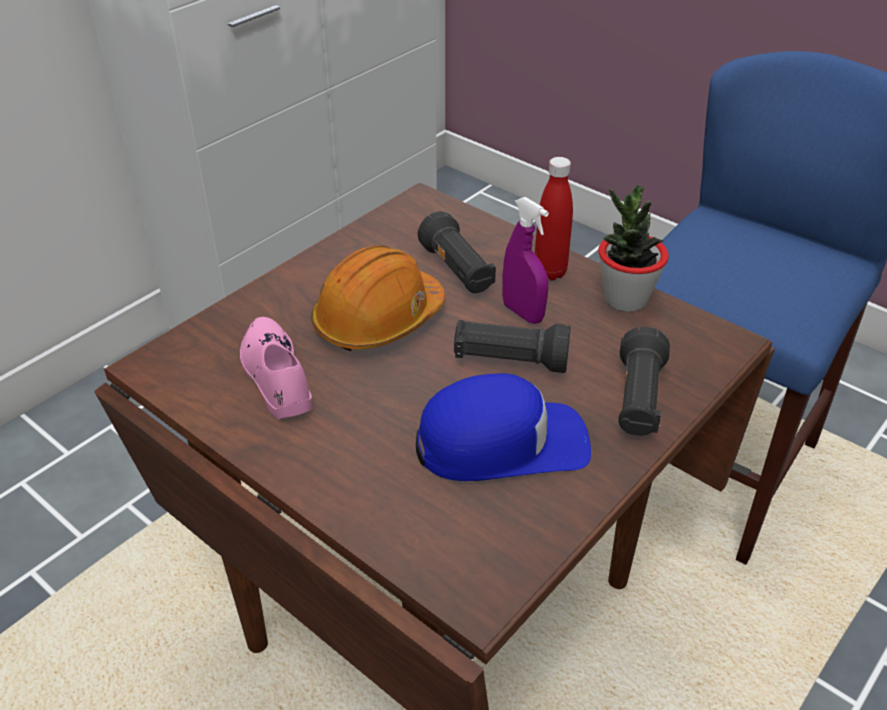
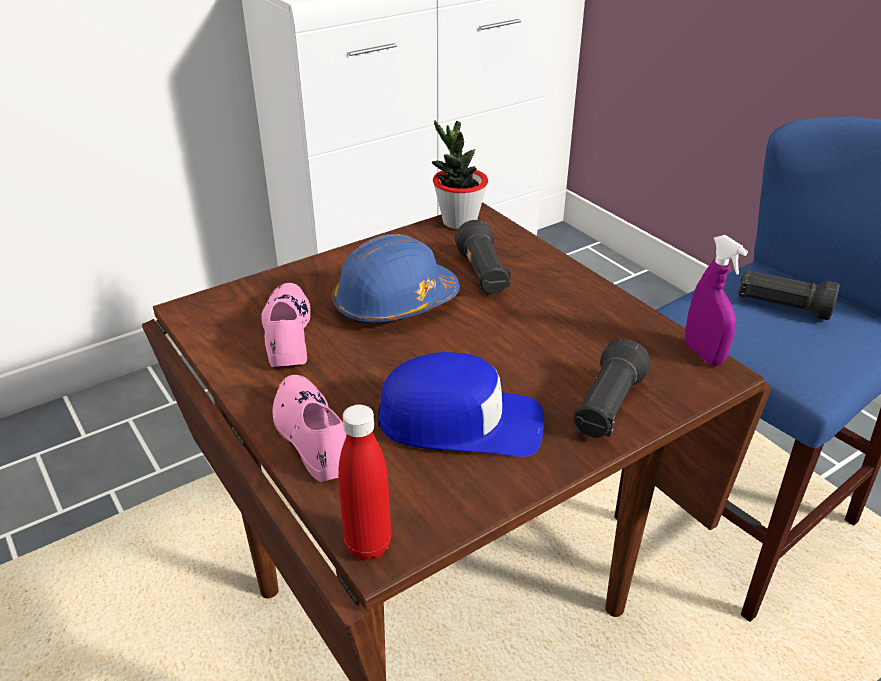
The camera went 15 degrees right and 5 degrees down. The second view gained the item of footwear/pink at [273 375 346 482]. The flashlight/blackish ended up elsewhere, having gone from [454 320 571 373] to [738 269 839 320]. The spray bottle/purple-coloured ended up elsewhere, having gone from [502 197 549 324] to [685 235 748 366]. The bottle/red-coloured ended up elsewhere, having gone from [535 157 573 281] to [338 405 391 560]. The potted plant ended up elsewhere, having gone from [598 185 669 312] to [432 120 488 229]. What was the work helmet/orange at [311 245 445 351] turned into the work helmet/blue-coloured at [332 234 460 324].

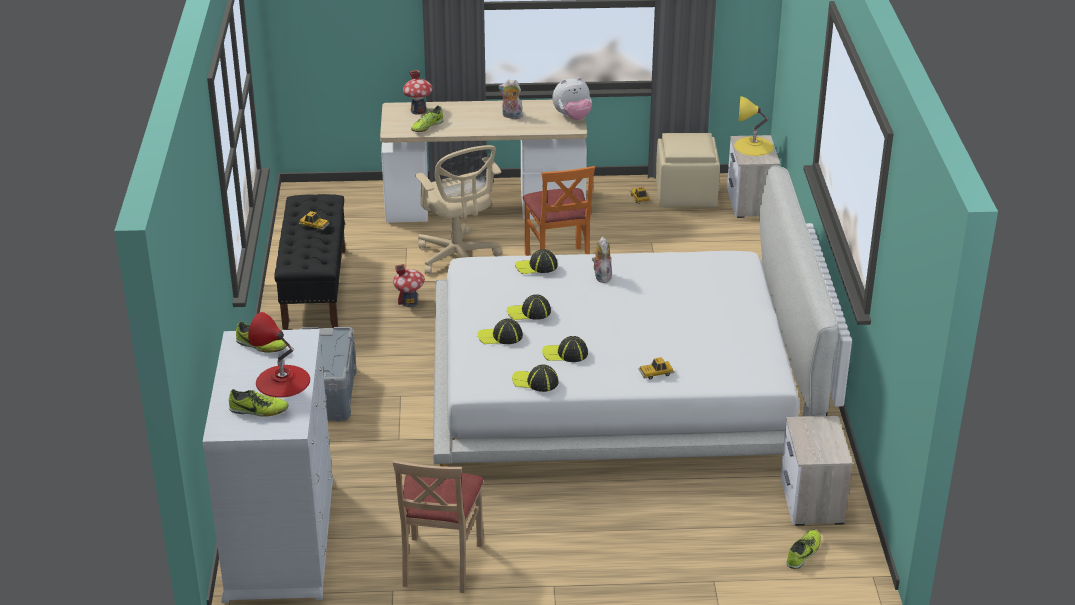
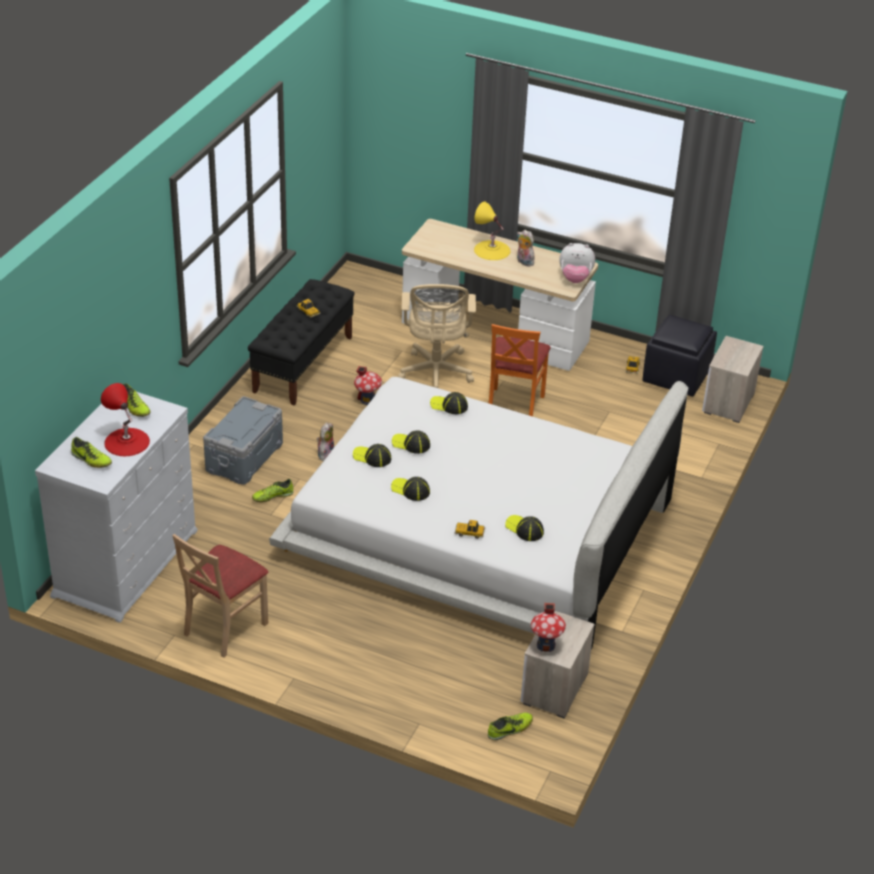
The camera went 25 degrees right and 5 degrees up. The miniature house ended up elsewhere, having gone from [403 70 433 115] to [531 603 566 652]. The item of footwear ended up elsewhere, having gone from [411 106 444 132] to [252 479 294 502]. The baseball cap ended up elsewhere, having gone from [512 365 558 392] to [505 515 544 541]. The soft toy ended up elsewhere, having gone from [592 237 612 283] to [317 423 334 461]. The table lamp/yellow-coloured ended up elsewhere, having gone from [734 96 774 156] to [474 201 510 260]. What was the ottoman/beige at [656 133 720 208] turned into the ottoman/blackish at [642 314 717 396].

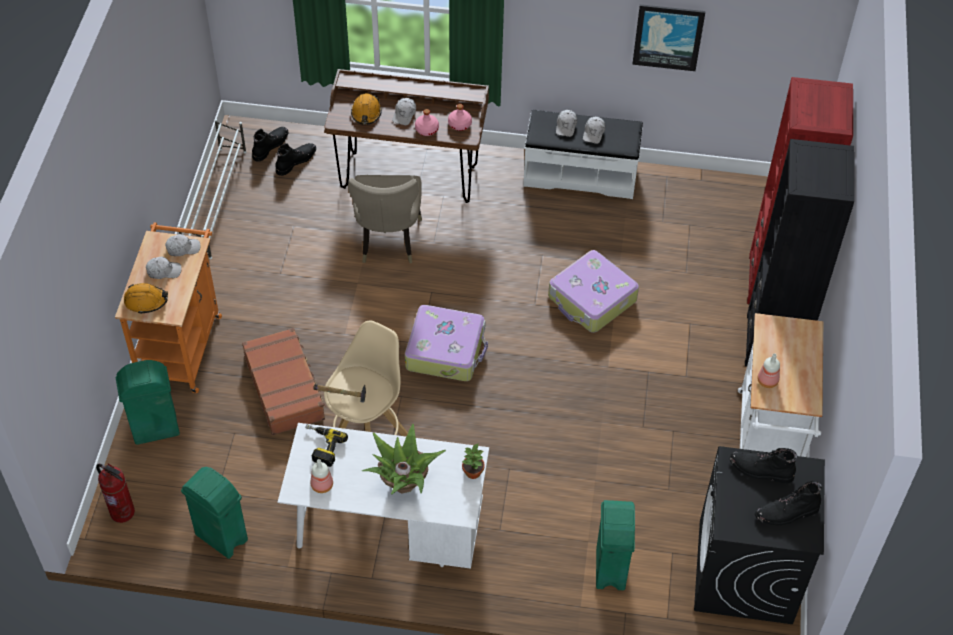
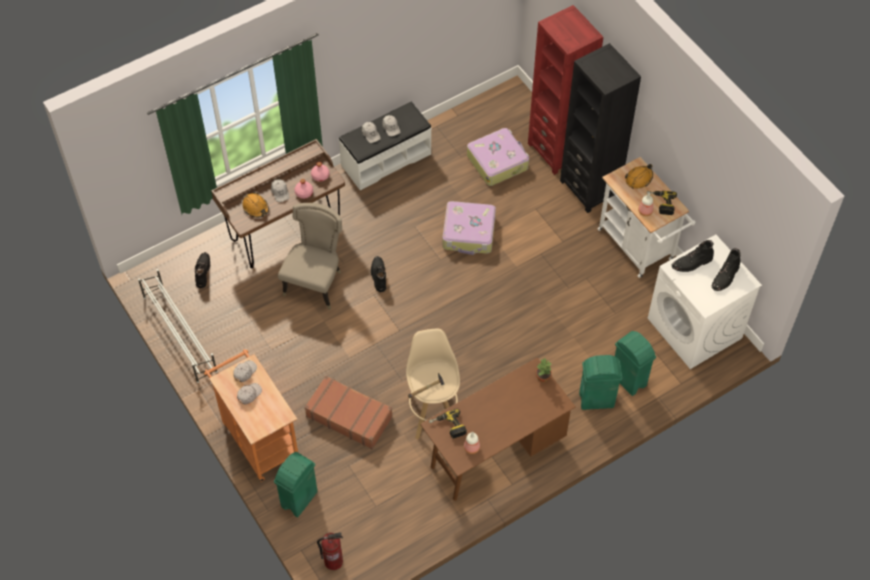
The camera went 40 degrees left and 5 degrees up. The second view lost the potted plant at [362 424 446 494]. The second view lost the wall art at [632 4 705 71]. The second view gained the power drill at [647 191 677 215]. The work helmet/orange ended up elsewhere, having gone from [124 283 168 314] to [625 164 653 189]. The trash can/green ended up elsewhere, having gone from [181 467 248 559] to [579 355 622 410]. The boot/blackish ended up elsewhere, having gone from [252 127 289 162] to [371 256 386 292]. The suitcase ended up elsewhere, having gone from [405 305 488 381] to [467 128 529 186]. What was the desk unit/white-coloured at [278 423 489 569] turned into the desk unit/brown at [420 358 576 501]. What was the washing machine/blackish at [694 446 825 624] turned into the washing machine/white-coloured at [648 235 762 369]. The upright chair/beige at [348 175 422 263] ended up facing another way, 120 degrees counterclockwise from before.

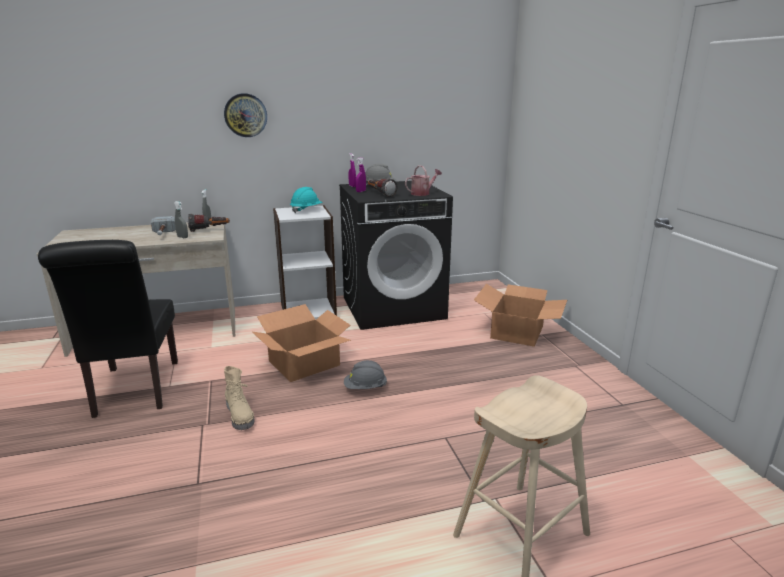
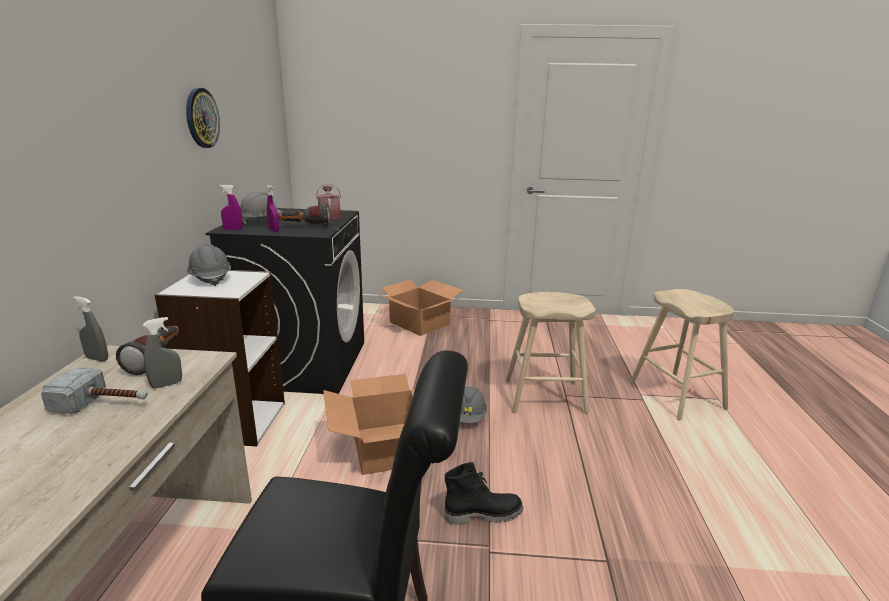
The camera went 70 degrees left and 0 degrees up. The second view gained the stool seat/beige at [505 292 596 414]. The wall clock ended up elsewhere, having gone from [224 93 267 137] to [186 88 220 148]. What was the boot/beige at [224 366 255 430] turned into the boot/blackish at [445 462 523 525]. What was the work helmet/turquoise-coloured at [290 187 323 213] turned into the work helmet/gray at [187 244 231 286].

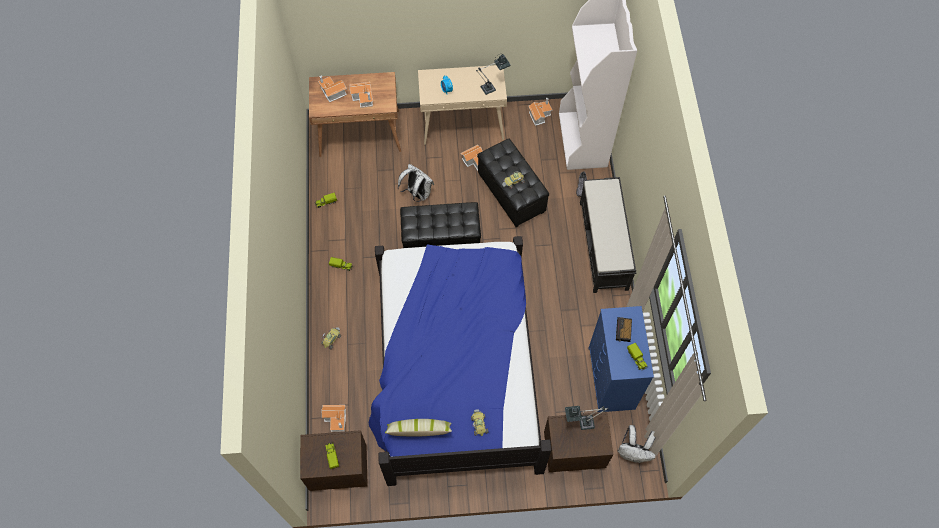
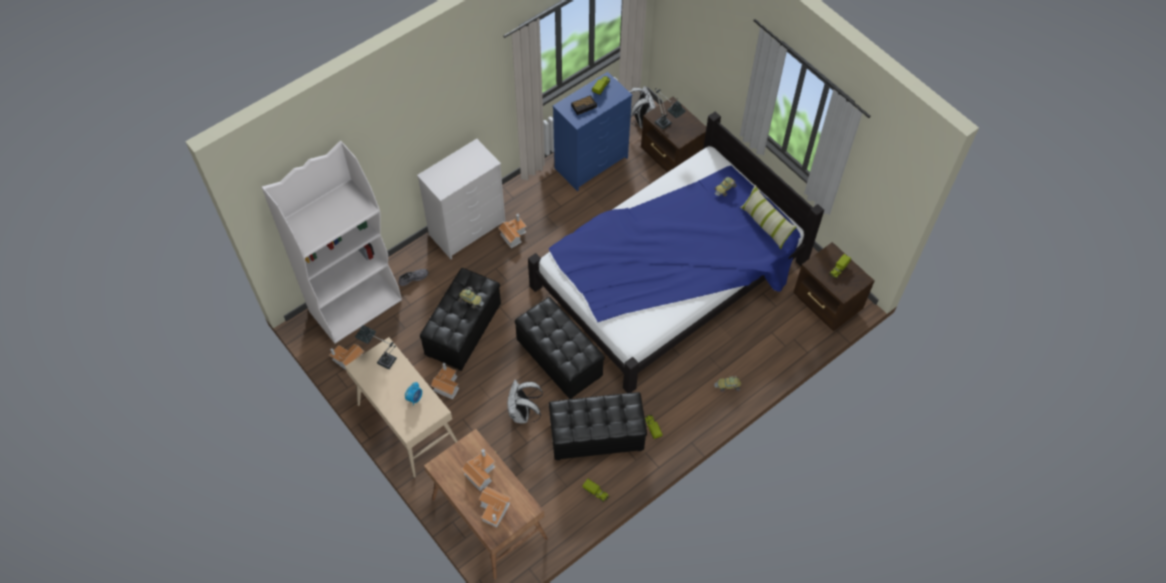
The camera went 125 degrees left and 5 degrees down. The second view gained the ottoman/blackish at [549 392 647 460]. The miniature house ended up elsewhere, having gone from [322 405 346 432] to [498 214 527 248]. Where the long seat/blackish stood at [580 177 636 293], the chest of drawers/white-coloured came to stand at [417 139 506 259].

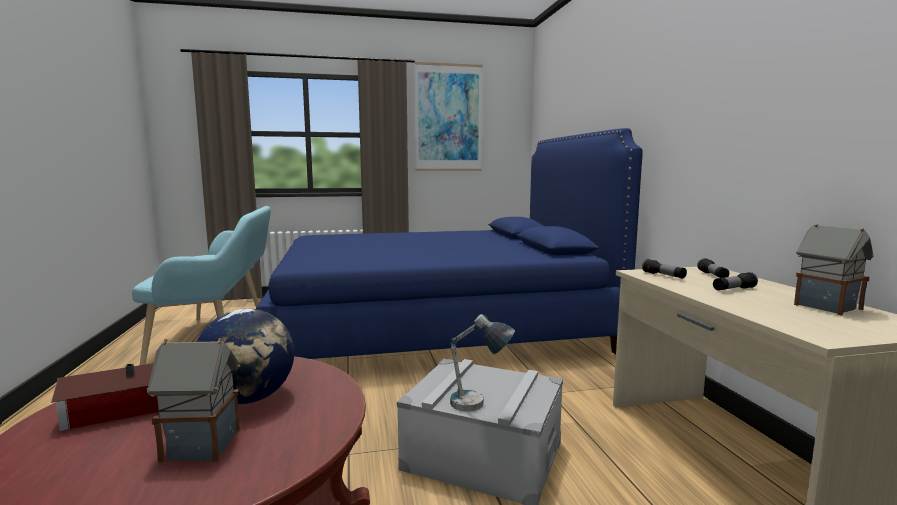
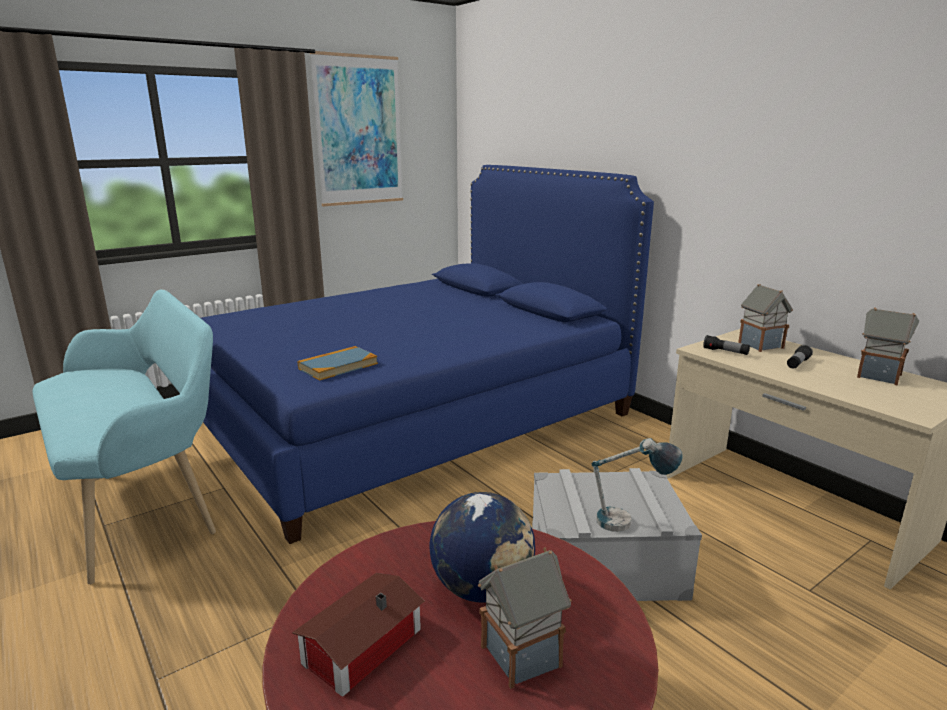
The camera went 25 degrees left and 10 degrees up. The second view gained the volume at [298 346 378 381]. Where the flashlight stood at [697 258 729 278], the miniature house came to stand at [738 284 793 352].

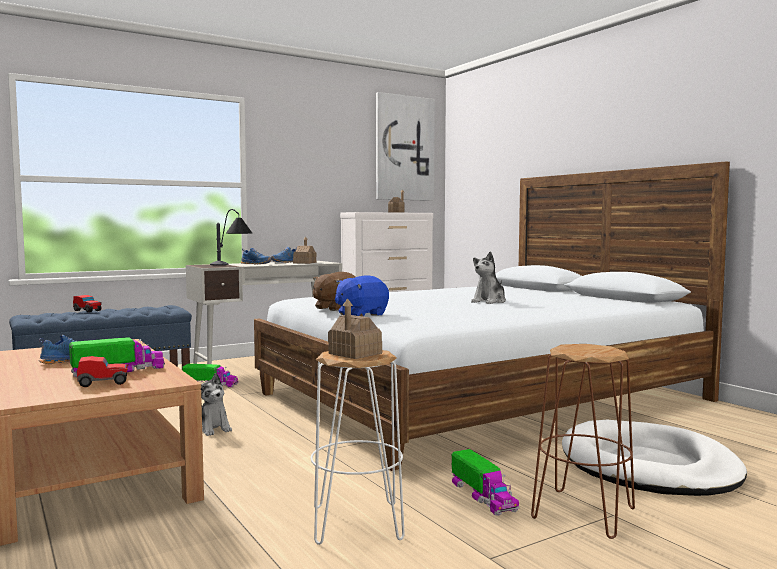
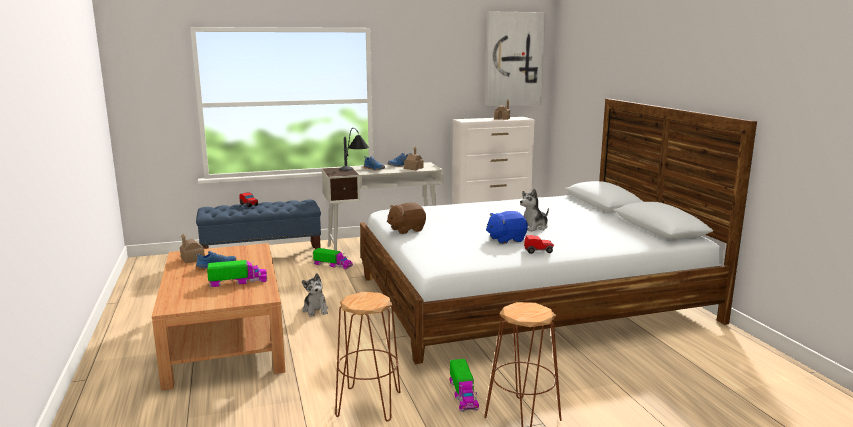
The camera went 15 degrees right and 10 degrees up. The second view lost the dog cushion/white-coloured at [562 420 747 496]. The model car ended up elsewhere, having gone from [77 356 129 387] to [524 235 554 254]. The miniature house ended up elsewhere, having gone from [328 298 382 359] to [180 234 205 264]. The soft toy/blue-coloured ended up elsewhere, having gone from [335 276 389 317] to [486 211 528 244]. What was the stool seat/white-coloured at [311 350 405 545] turned into the stool seat/brown at [335 292 401 422].

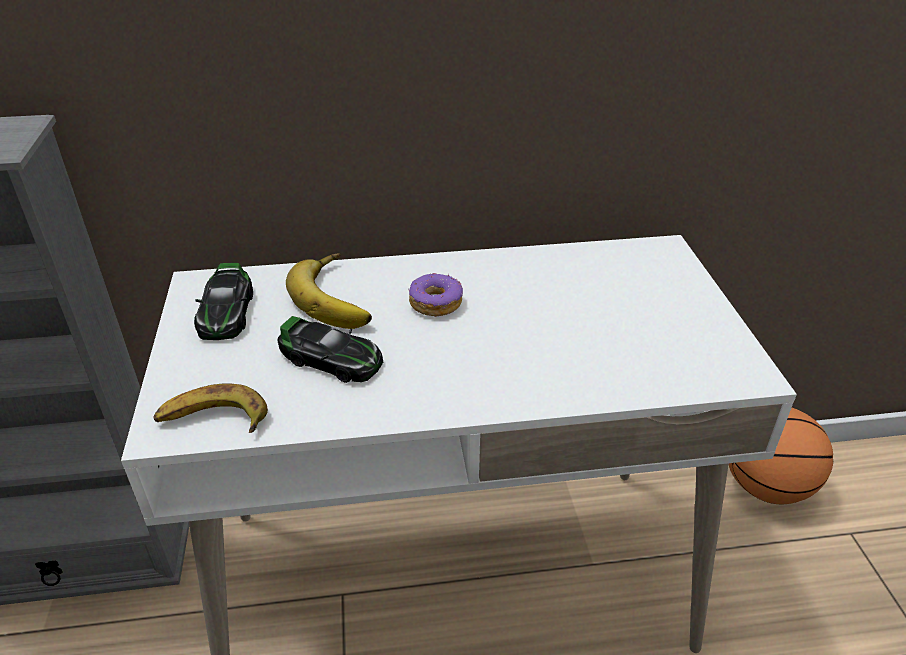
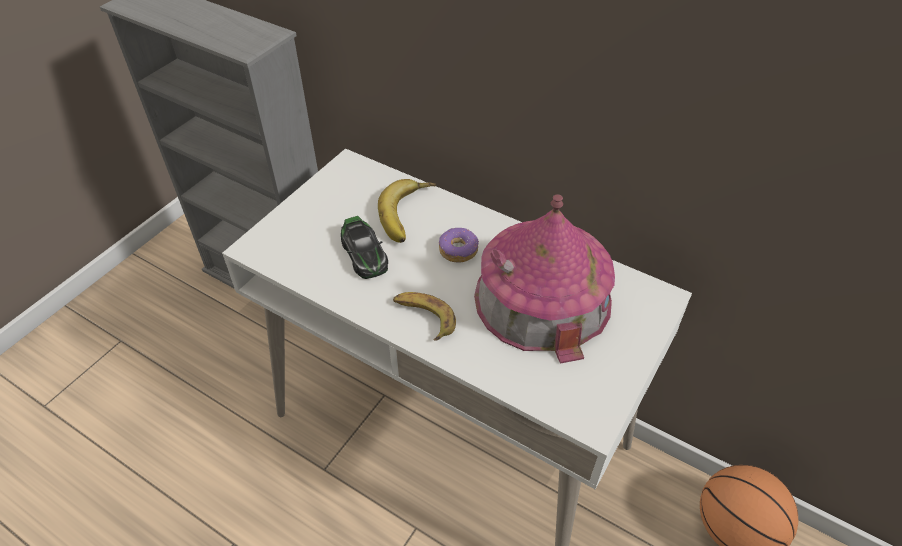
The camera went 40 degrees right and 10 degrees up. The second view lost the model car at [194 263 253 340]. The second view gained the miniature house at [474 194 615 364]. The banana ended up elsewhere, having gone from [153 383 268 433] to [393 292 456 341].

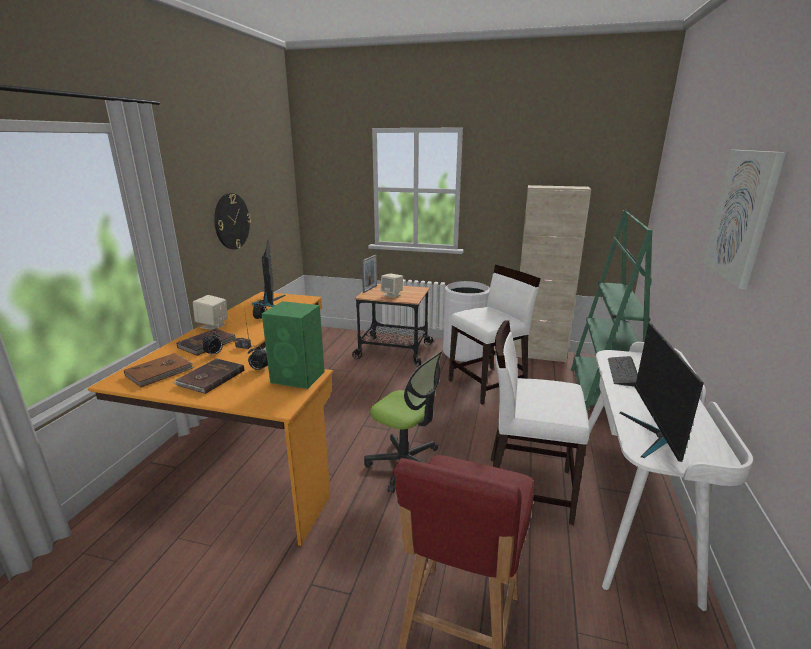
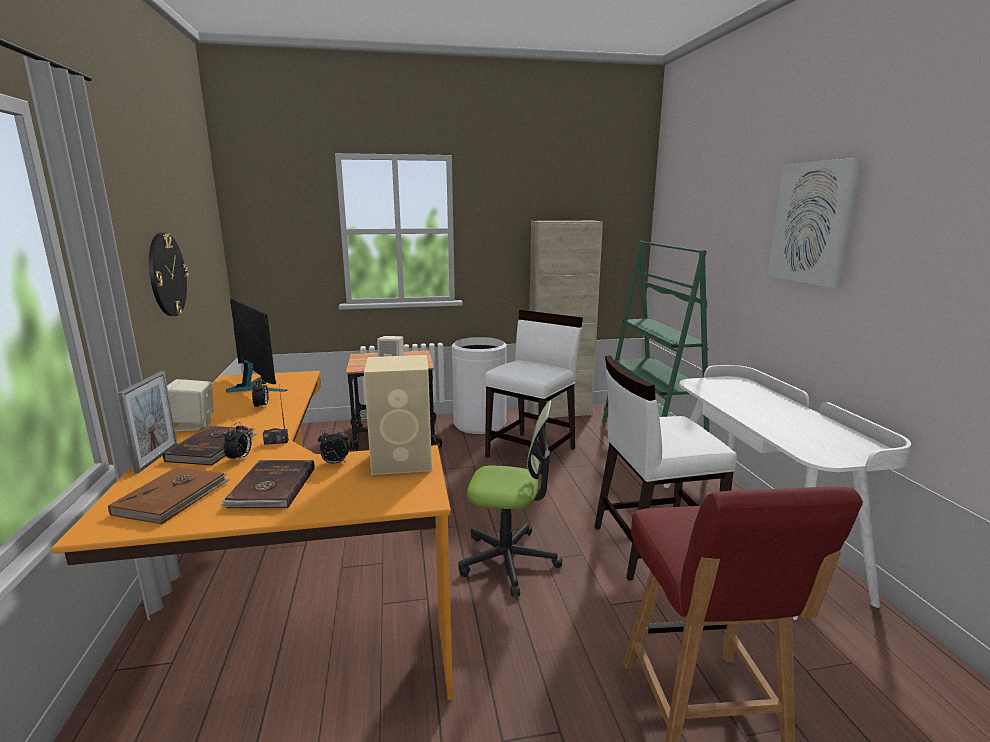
The camera went 25 degrees left and 5 degrees down. The second view lost the keyboard at [608 356 638 387]. The second view lost the computer screen at [620 323 704 462]. The photo frame ended up elsewhere, having gone from [362 255 377 293] to [118 371 178 474]. What was the loudspeaker/green at [262 301 325 389] turned into the loudspeaker/beige at [364 355 432 475].

